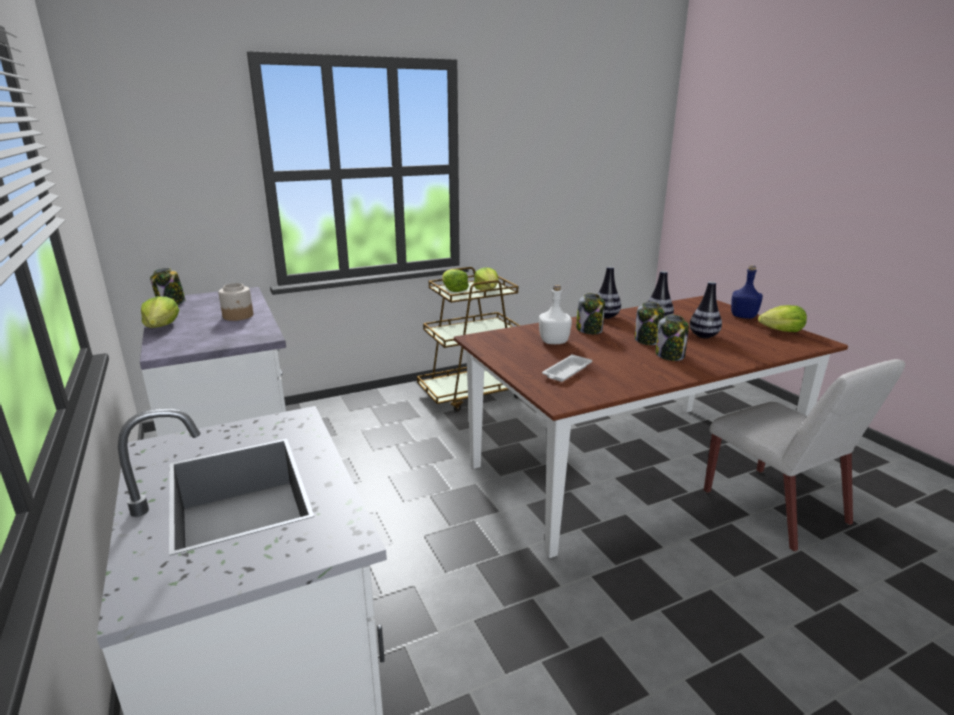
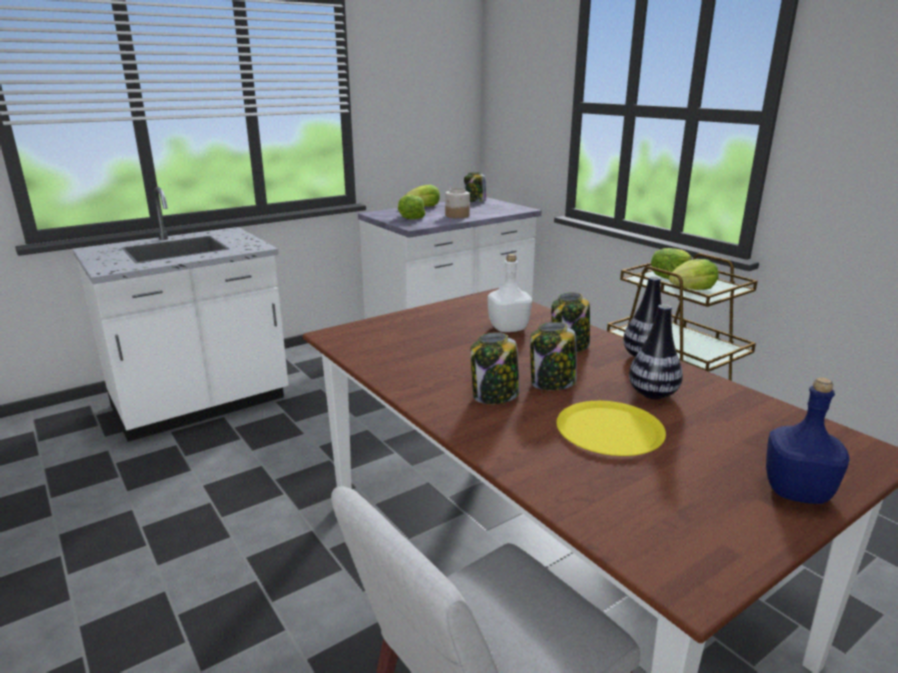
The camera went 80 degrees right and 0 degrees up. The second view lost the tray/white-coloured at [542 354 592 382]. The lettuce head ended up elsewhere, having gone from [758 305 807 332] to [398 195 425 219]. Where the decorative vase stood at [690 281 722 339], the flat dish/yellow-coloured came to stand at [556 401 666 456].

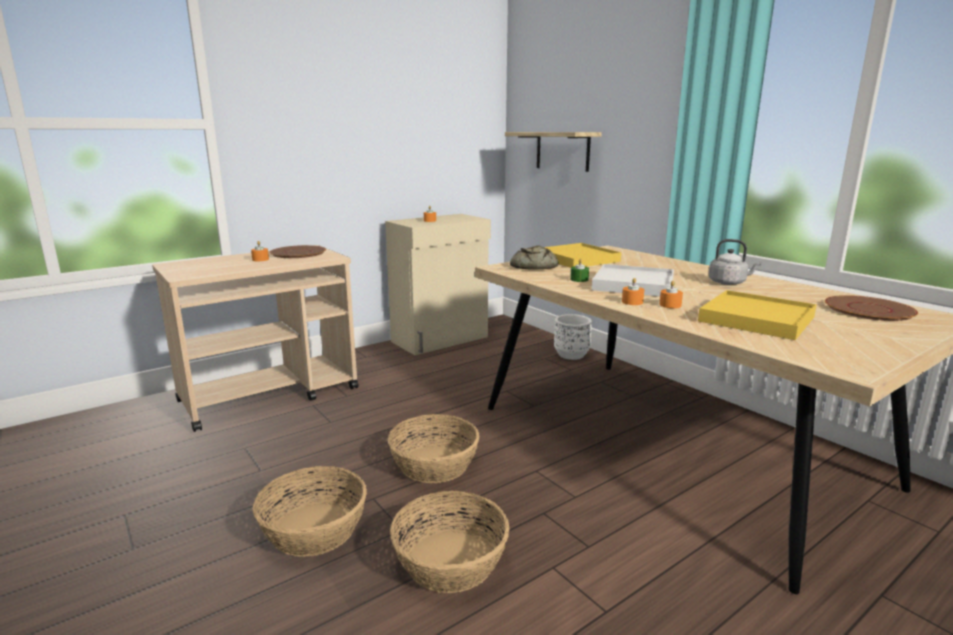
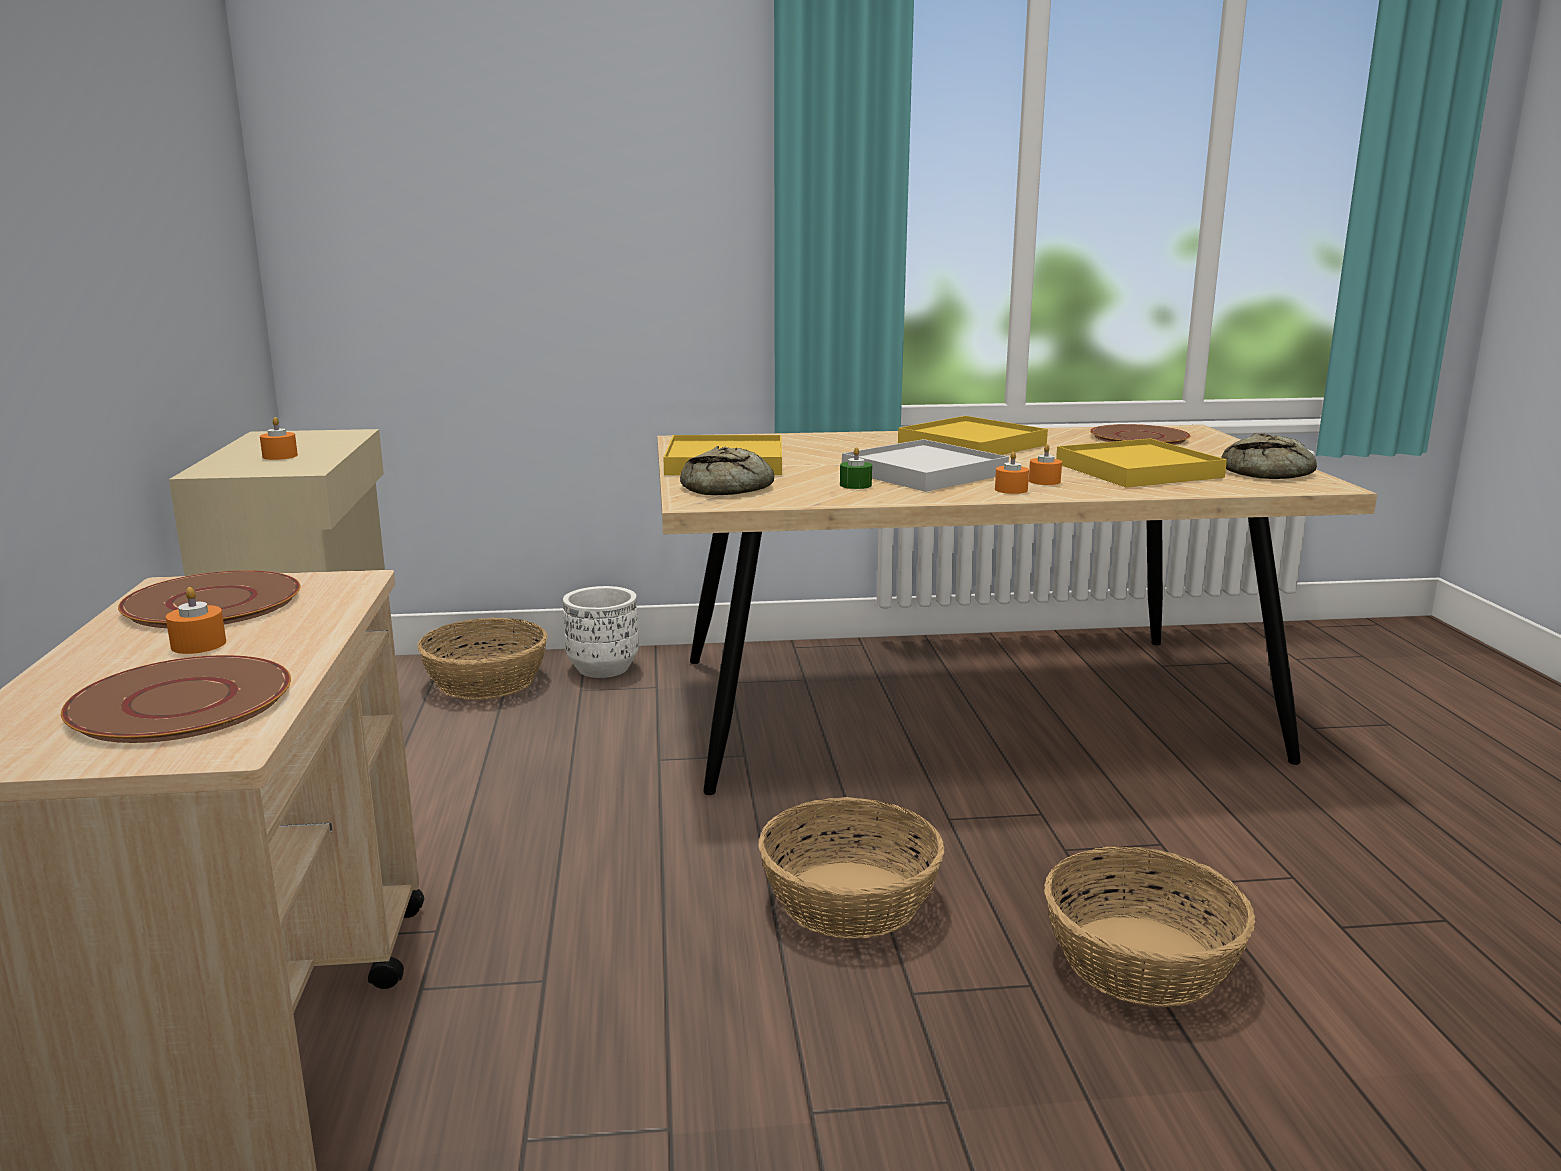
The camera went 60 degrees left and 0 degrees up. The second view lost the shelf at [505 132 602 172]. The second view gained the flat dish/brown at [61 655 291 743]. The second view gained the bread at [1221 433 1317 479]. The storage basket ended up elsewhere, having gone from [253 466 367 557] to [417 618 548 700]. Where the tea kettle/gray stood at [709 239 761 285], the tray/yellow-coloured came to stand at [898 416 1048 455].

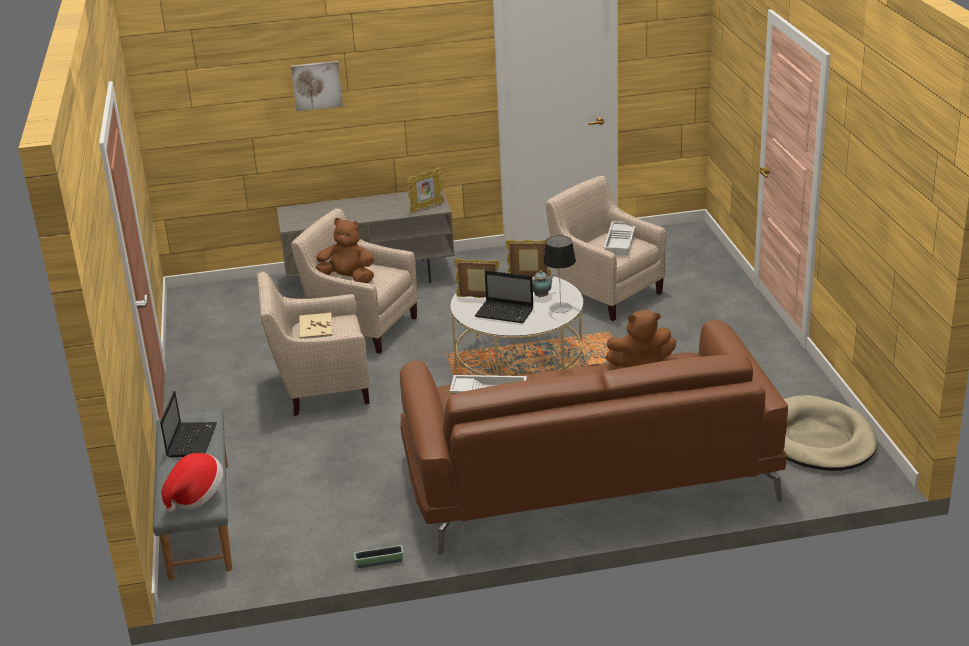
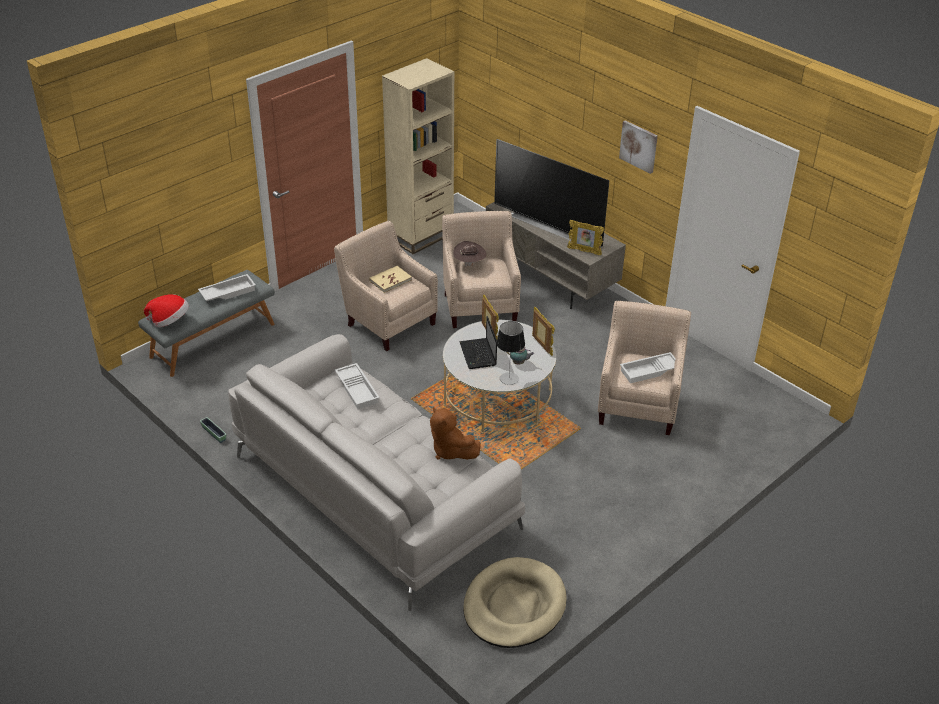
The camera went 55 degrees right and 10 degrees up. The second view gained the bookshelf/beige at [382 58 454 254]. The second view gained the television at [494 139 609 247]. The wall art ended up elsewhere, having gone from [291 61 343 112] to [619 120 658 174]. Where the notebook computer stood at [160 391 217 457], the tray/white-coloured came to stand at [198 274 256 301]. Where the soft toy/brown stood at [315 218 374 283], the clothing hat/brown came to stand at [453 241 487 267]. What was the couch/brown at [400 320 788 555] turned into the couch/gray at [228 334 525 611].

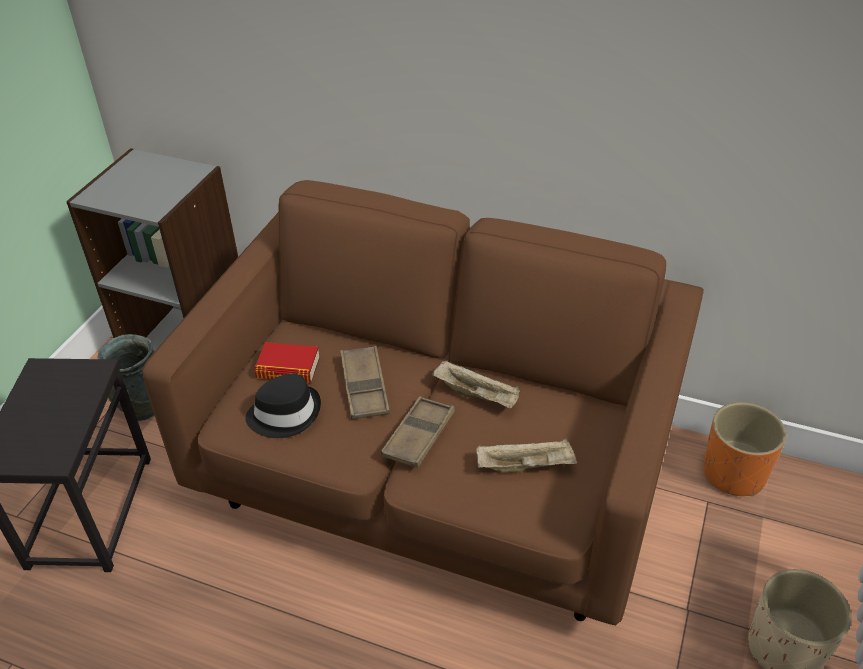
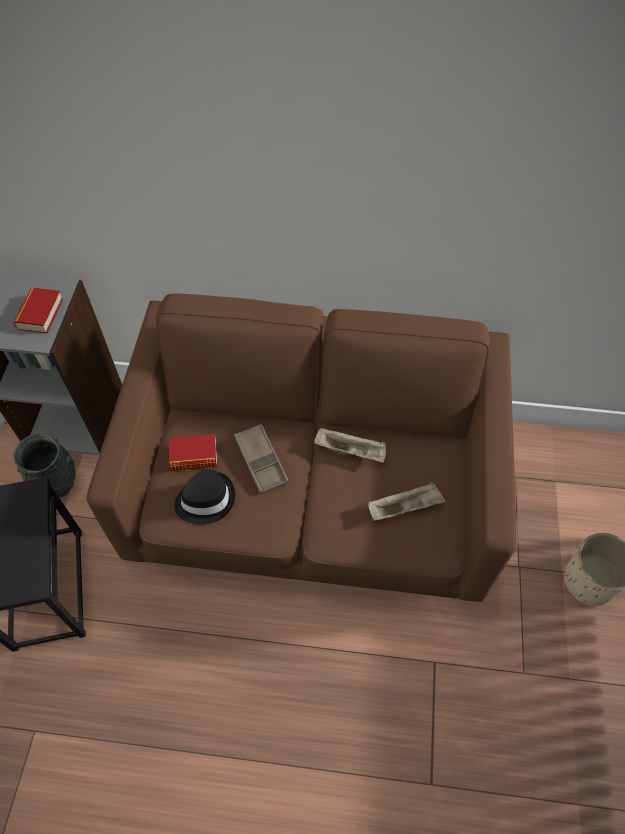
The camera went 15 degrees left and 15 degrees up. The second view lost the tray/brown at [381 396 455 468]. The second view lost the planter/orange at [703 402 786 496]. The second view gained the volume at [13 287 63 333].

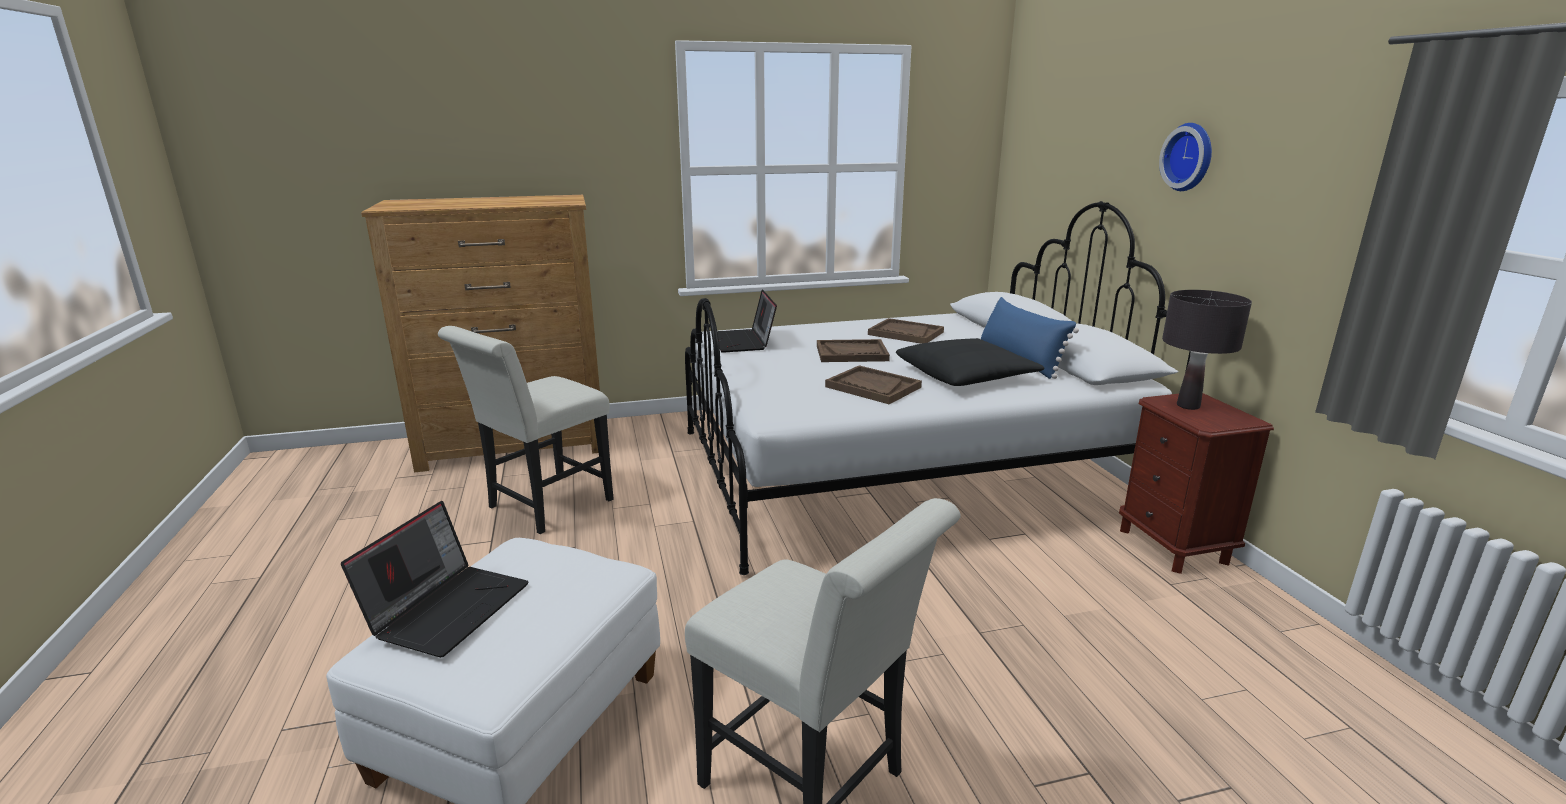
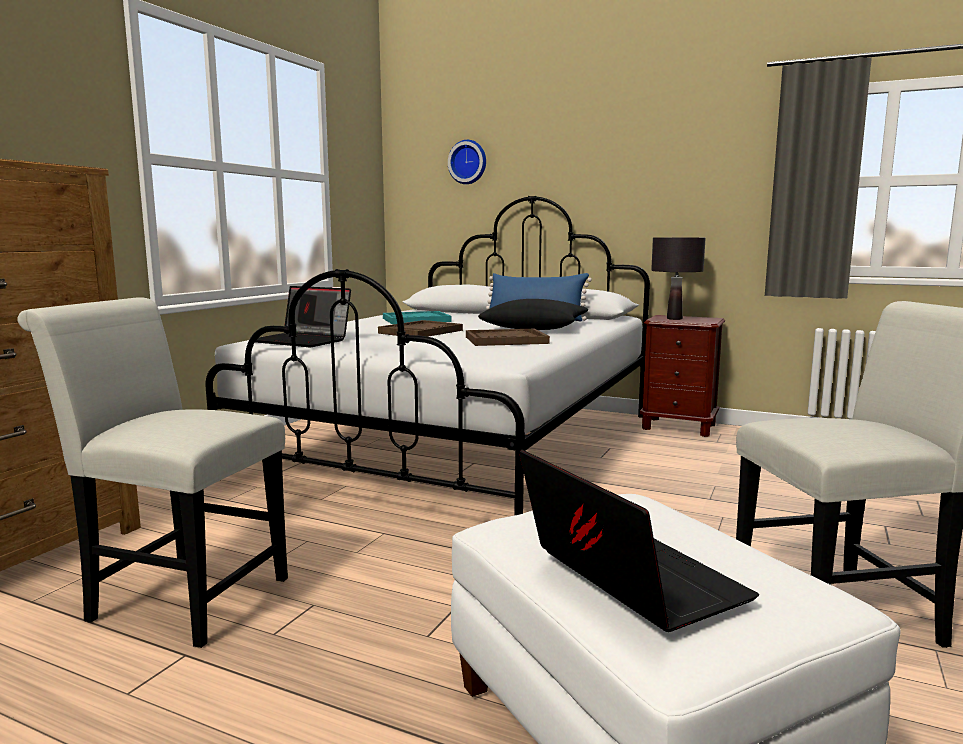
The camera went 50 degrees left and 10 degrees down. The wall clock ended up elsewhere, having gone from [1159 123 1212 191] to [448 140 486 184]. What was the tray/brown at [868 318 944 344] turned into the tray/turquoise-coloured at [383 311 452 324]. The upright chair/white-coloured at [438 326 614 534] ended up facing another way, 120 degrees clockwise from before.

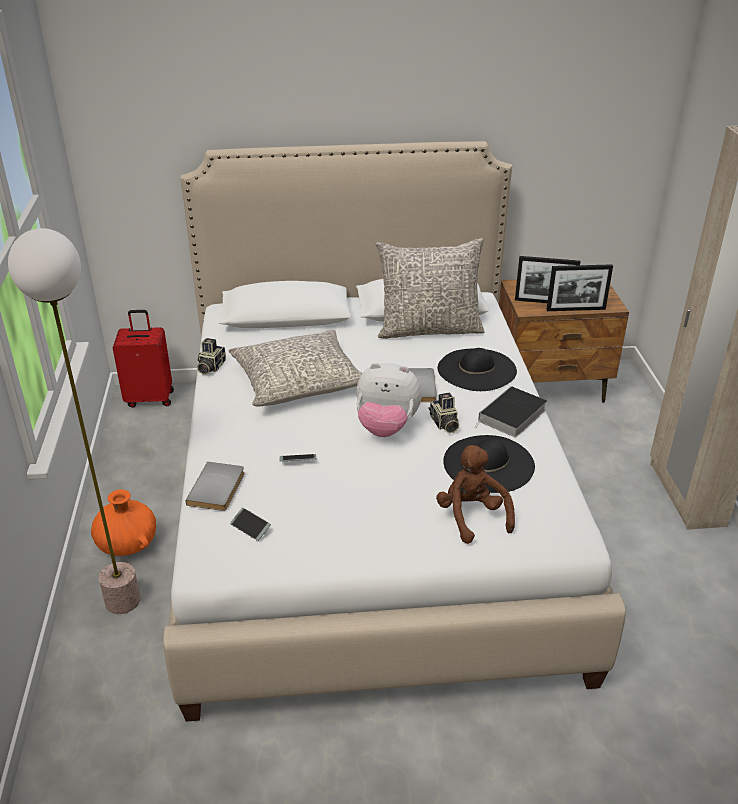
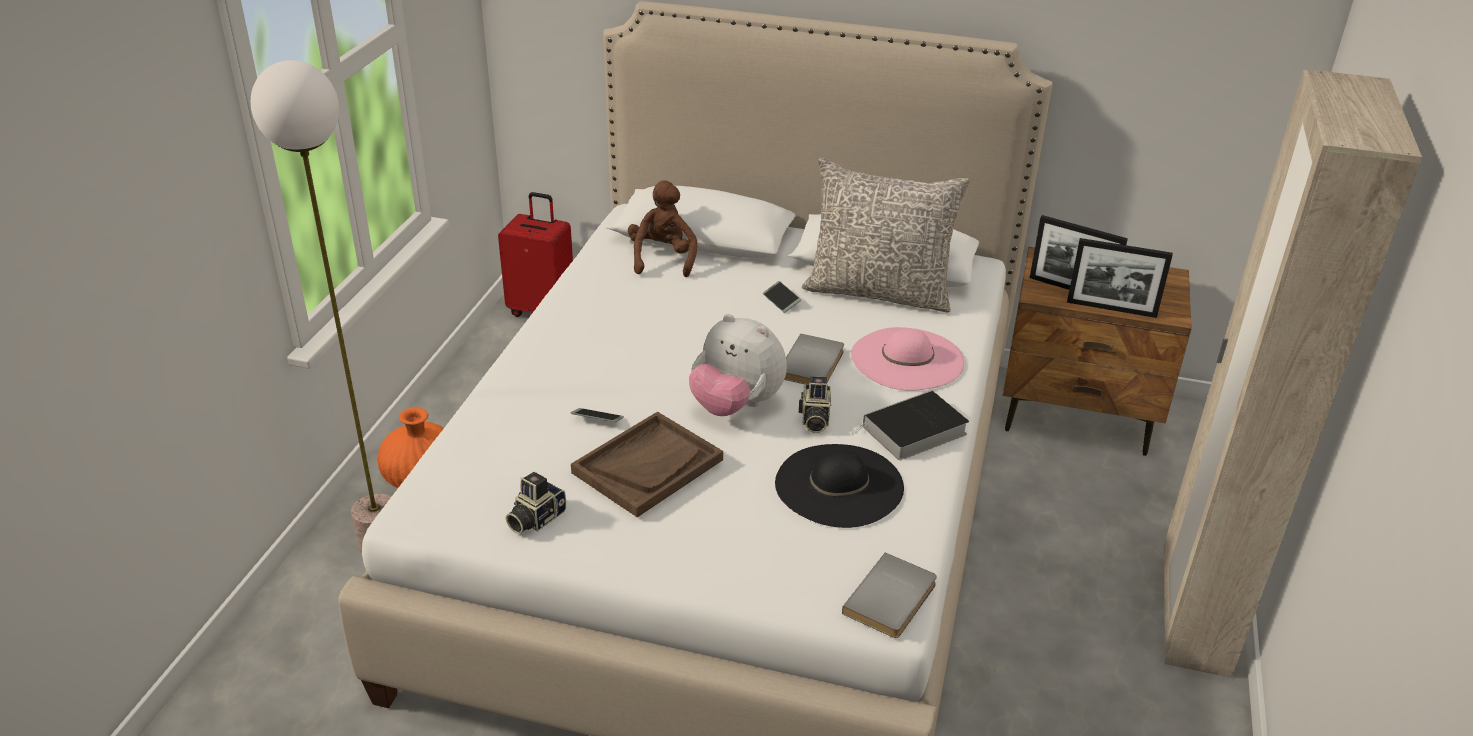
The camera went 20 degrees right and 0 degrees up. The second view lost the pillow/gray at [229 330 362 406]. The second view gained the tray/brown at [571 412 723 517]. The volume/gray ended up elsewhere, having gone from [186 462 244 511] to [842 553 937 638]. The still camera ended up elsewhere, having gone from [197 338 226 375] to [506 472 566 534]. The phone ended up elsewhere, having gone from [230 508 271 541] to [763 281 801 313]. The soft toy/brown ended up elsewhere, having gone from [436 445 515 544] to [628 180 697 277]. What was the clothing hat/blackish at [437 348 517 391] turned into the clothing hat/pink at [851 327 964 391].

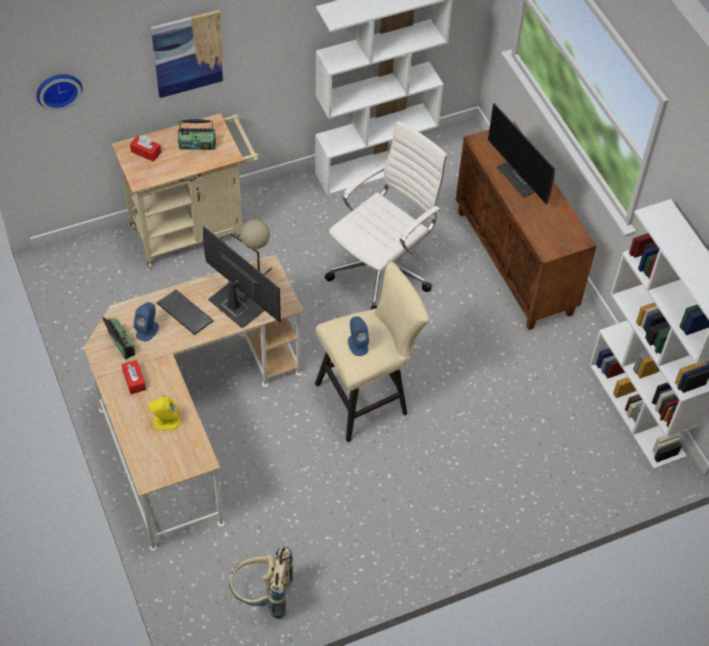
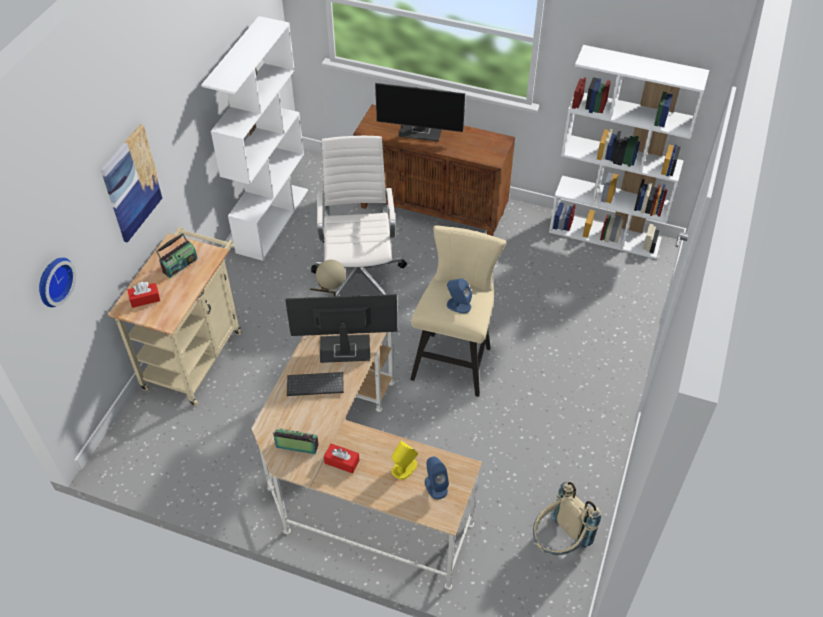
The camera went 45 degrees left and 5 degrees down. The loudspeaker/blue-coloured ended up elsewhere, having gone from [134 302 159 341] to [425 457 449 500].

